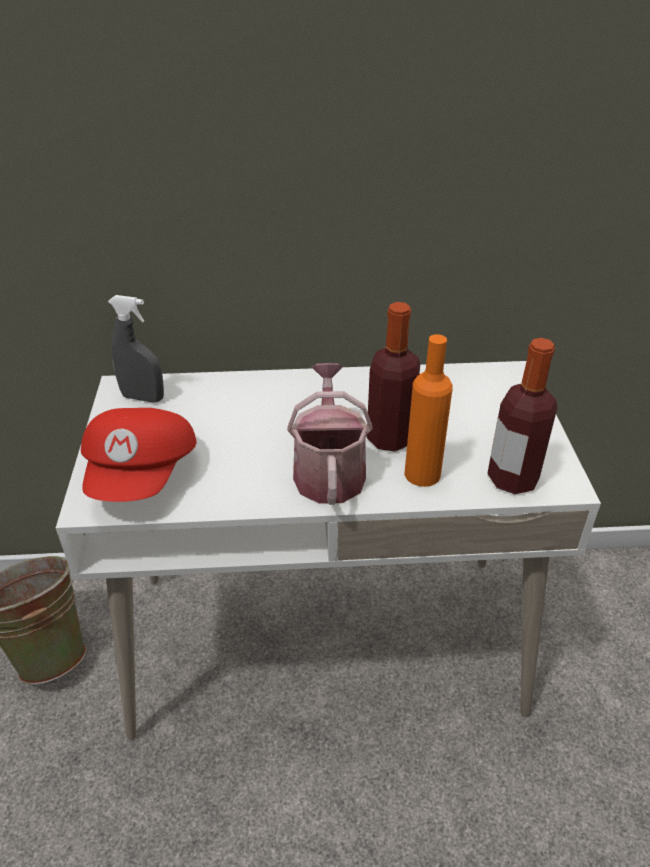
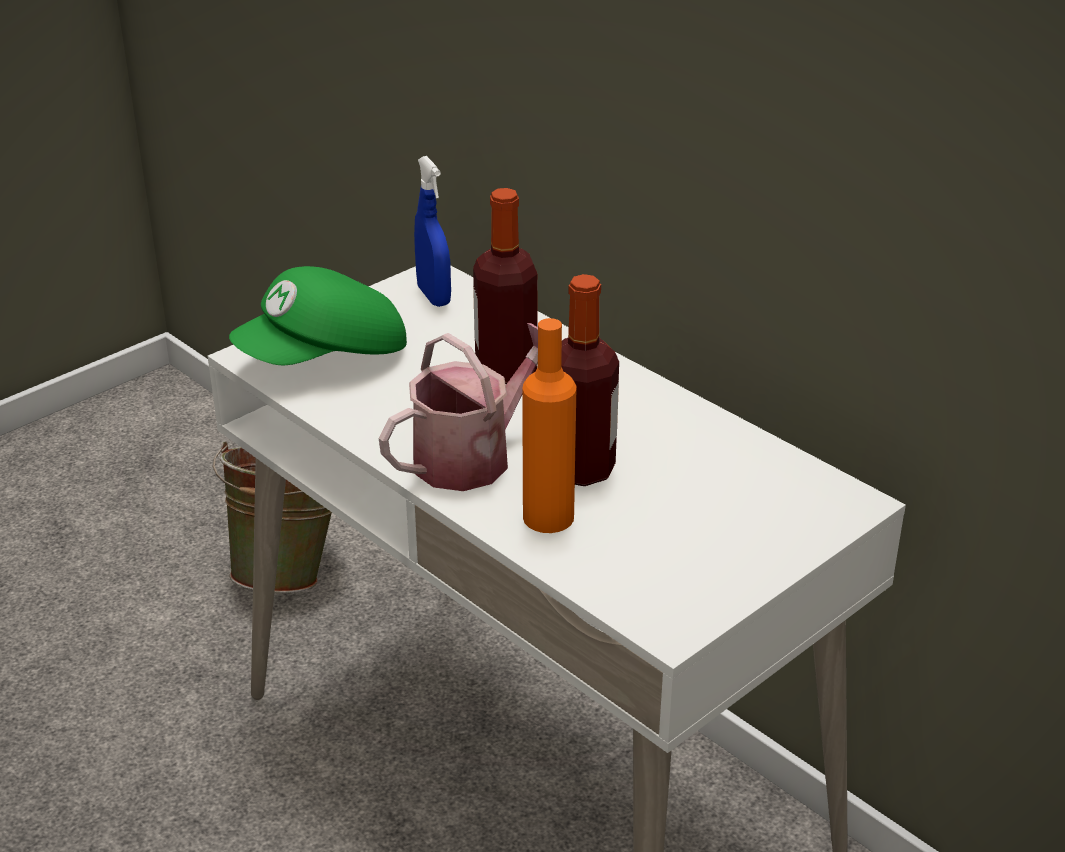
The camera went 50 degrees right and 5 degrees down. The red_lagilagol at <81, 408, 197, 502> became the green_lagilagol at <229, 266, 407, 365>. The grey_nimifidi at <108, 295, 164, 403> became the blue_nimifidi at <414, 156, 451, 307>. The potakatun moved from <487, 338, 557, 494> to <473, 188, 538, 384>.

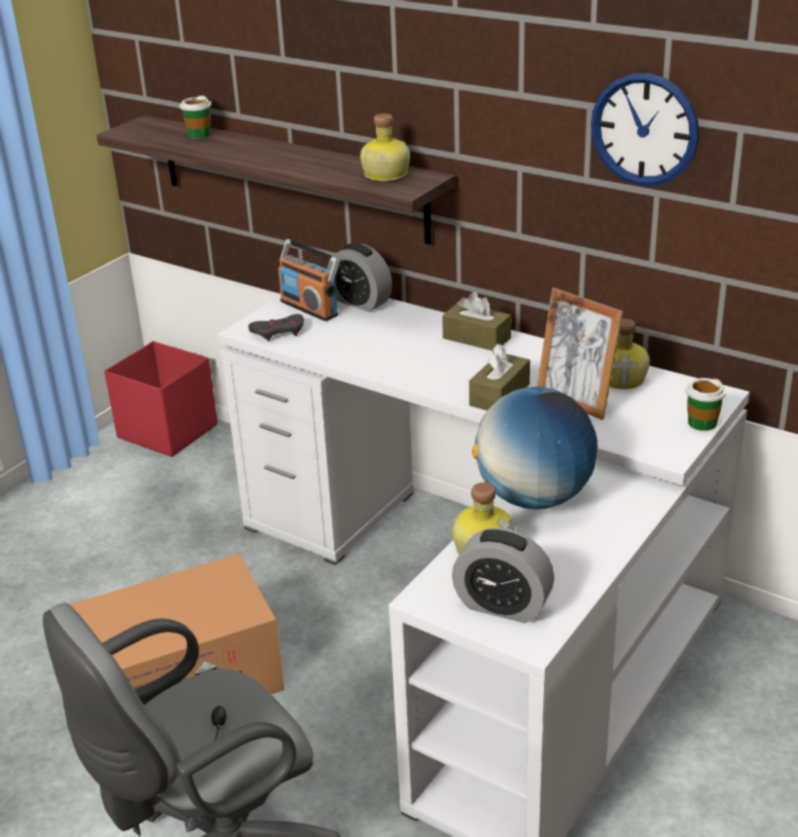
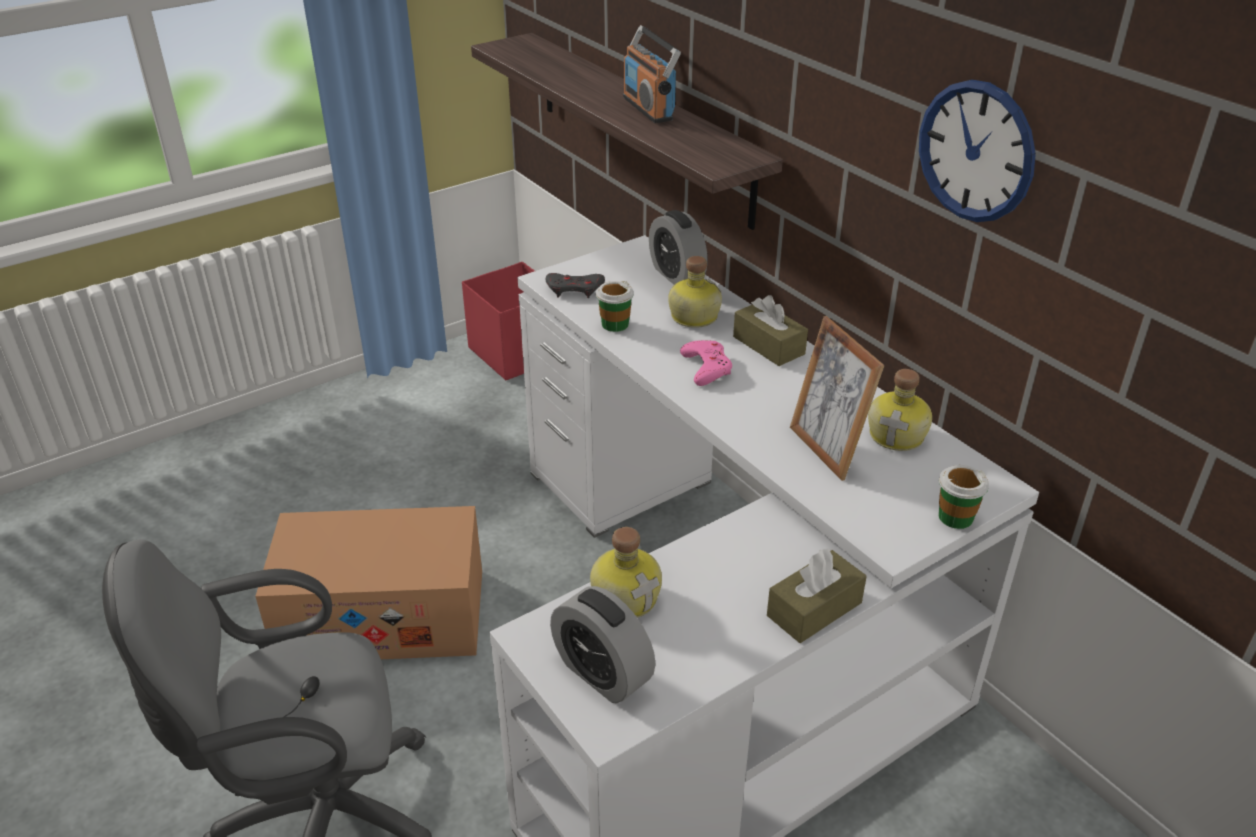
The camera went 20 degrees right and 5 degrees up. The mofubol moved from <179, 95, 211, 139> to <596, 281, 634, 332>. The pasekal moved from <278, 239, 340, 321> to <623, 25, 681, 123>. The potakatun moved from <360, 113, 410, 181> to <669, 256, 722, 328>. The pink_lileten at <680, 340, 732, 386> appeared. The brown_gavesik moved from <469, 344, 530, 411> to <767, 549, 867, 643>. The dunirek at <472, 387, 598, 509> disappeared.

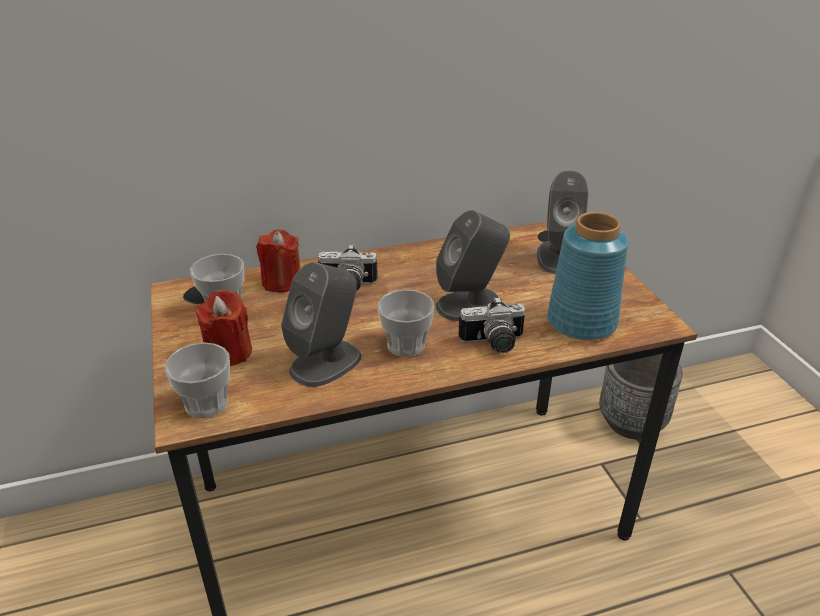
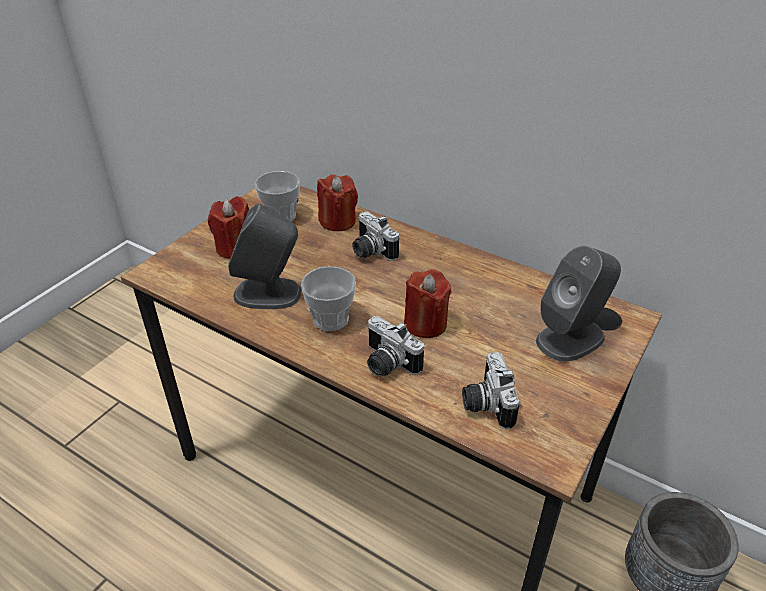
The camera went 50 degrees right and 5 degrees up. The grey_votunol at <436, 210, 510, 321> was replaced by the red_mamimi at <404, 269, 451, 338>. The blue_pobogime at <547, 212, 629, 340> was replaced by the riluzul at <462, 352, 519, 429>. The mofubol at <165, 342, 230, 418> disappeared.

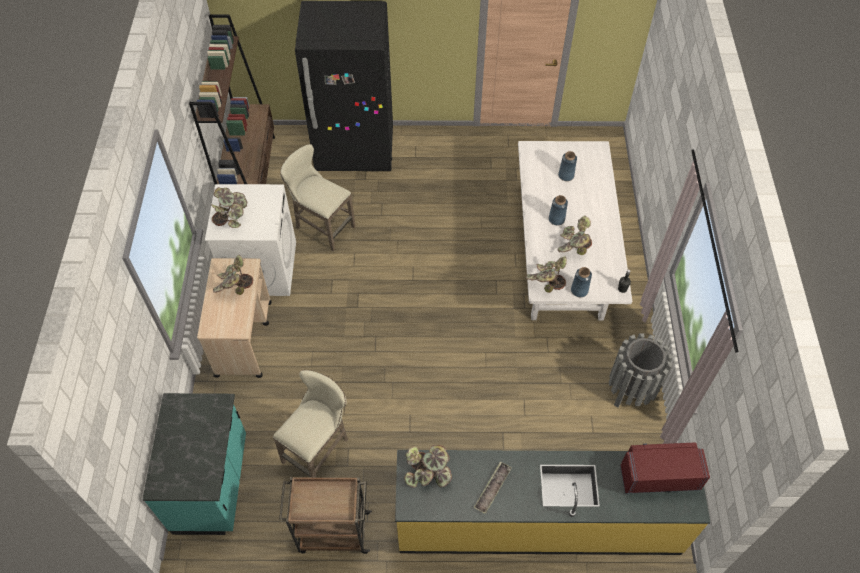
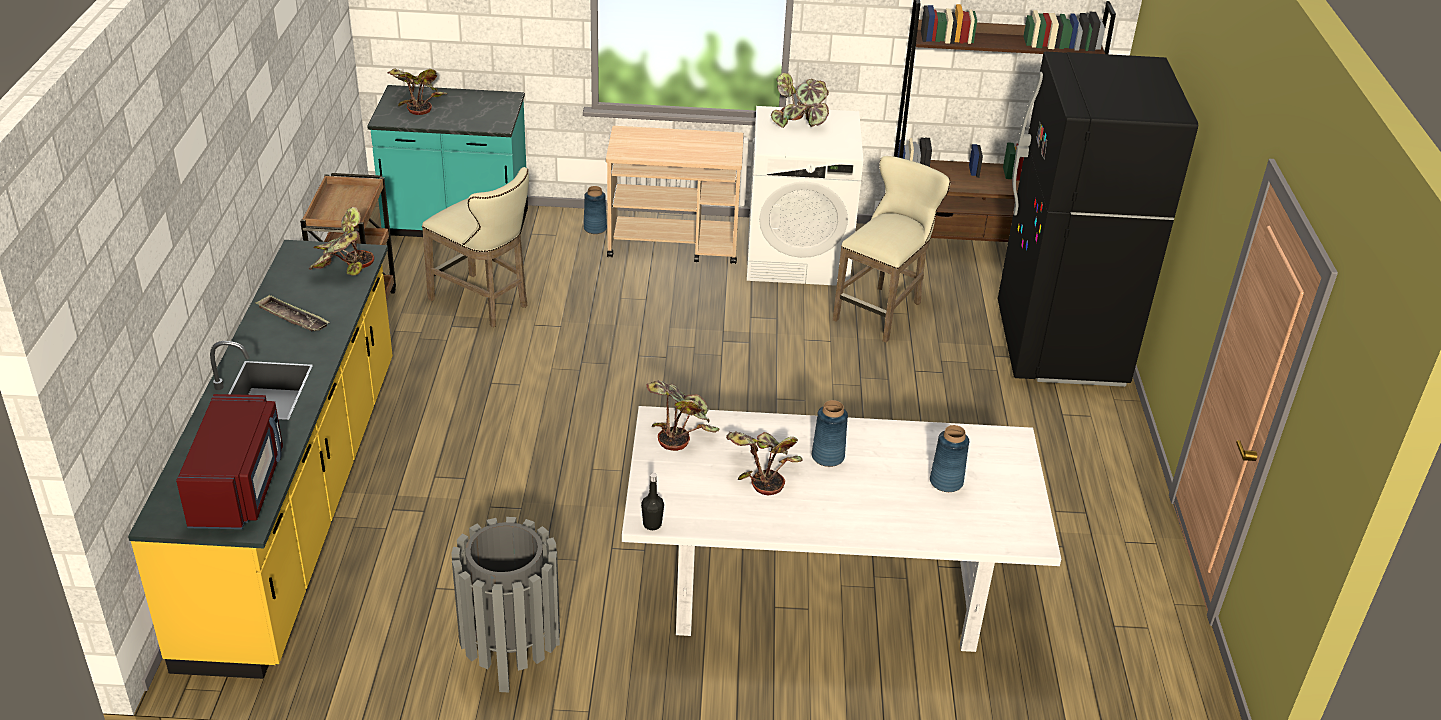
The camera went 90 degrees right and 20 degrees down. The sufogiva moved from <213, 255, 253, 295> to <387, 68, 448, 115>. The blue_pobogime moved from <571, 267, 592, 297> to <584, 186, 607, 234>.

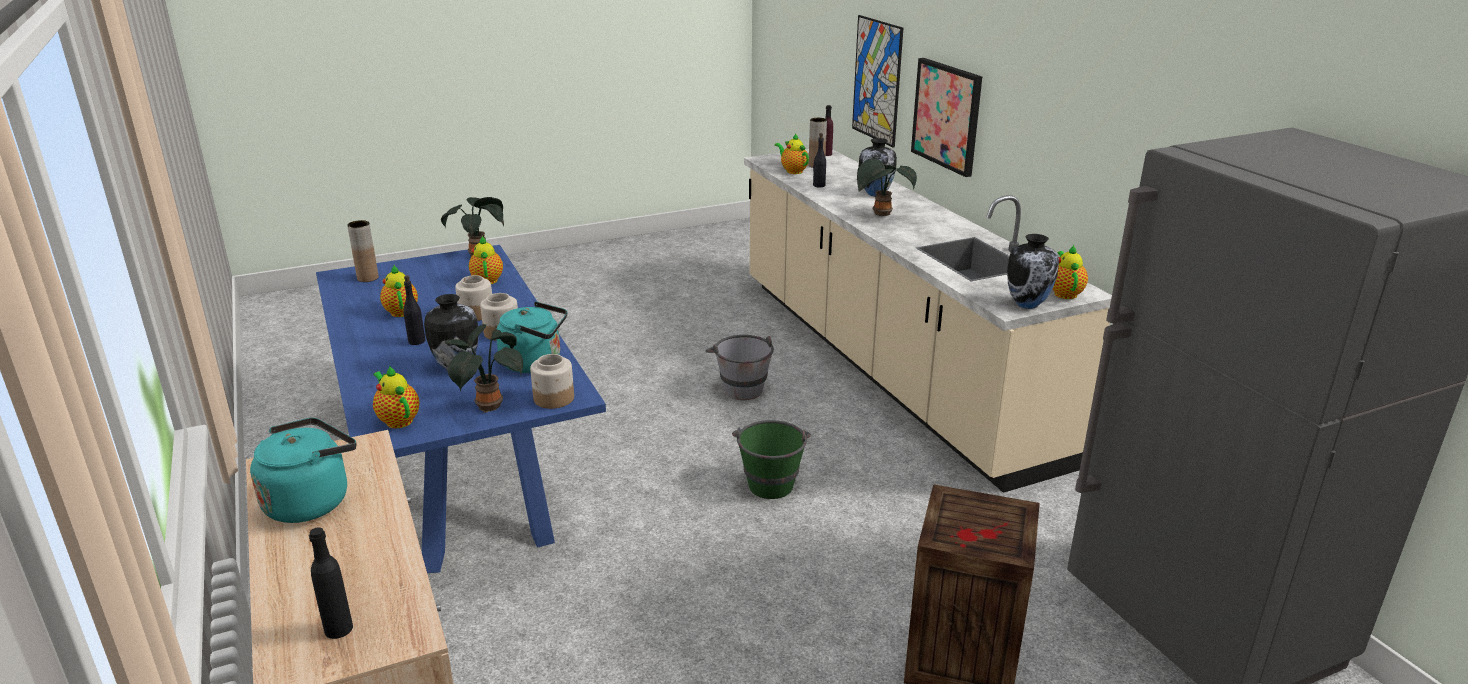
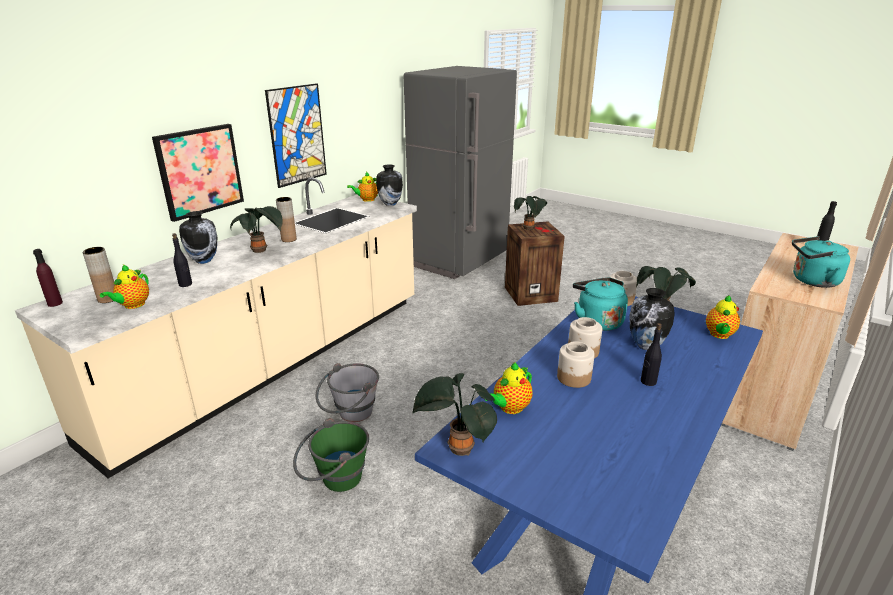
The camera went 120 degrees left and 0 degrees up. The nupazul moved from <852, 15, 903, 148> to <265, 83, 327, 188>. The brown_pobogime moved from <347, 220, 379, 282> to <276, 197, 297, 242>. The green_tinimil moved from <732, 420, 811, 499> to <293, 418, 369, 492>. The sufogiva at <514, 196, 547, 230> appeared. The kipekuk at <380, 265, 418, 317> disappeared.

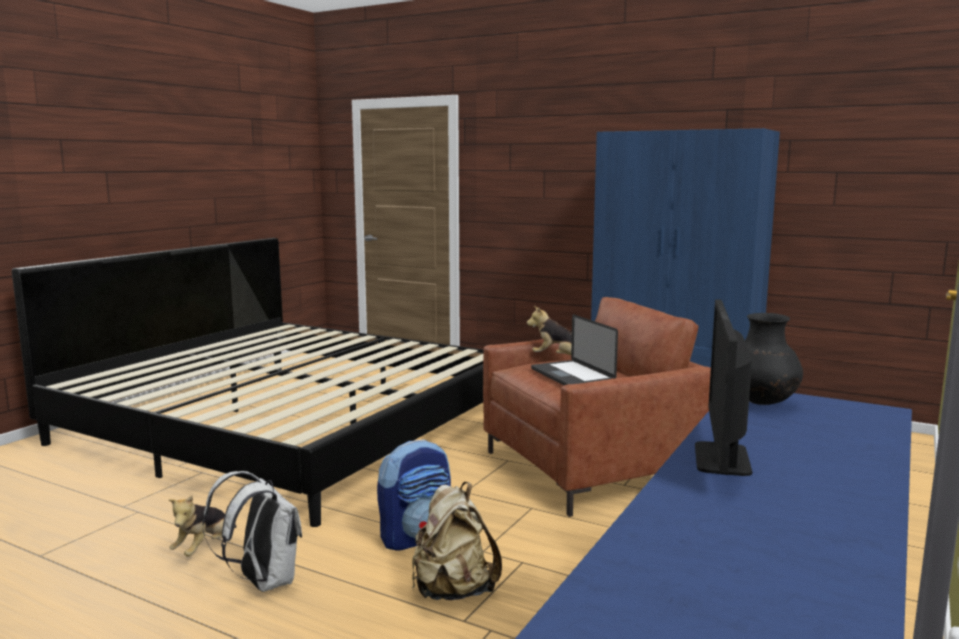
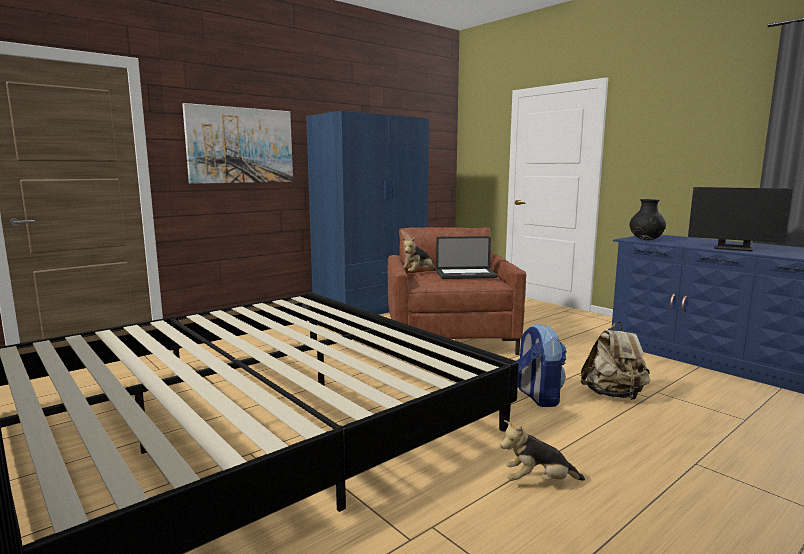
The camera went 70 degrees left and 0 degrees up. The nupazul at <182, 103, 293, 184> appeared. The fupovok at <169, 495, 236, 556> turned 135 degrees clockwise. The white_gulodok at <202, 471, 302, 592> disappeared.

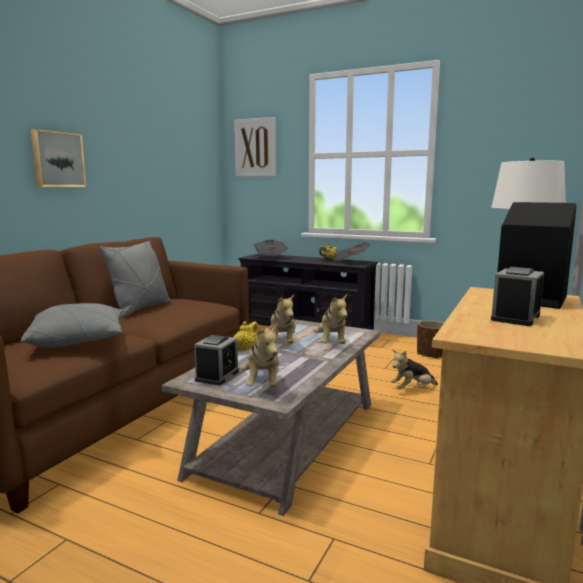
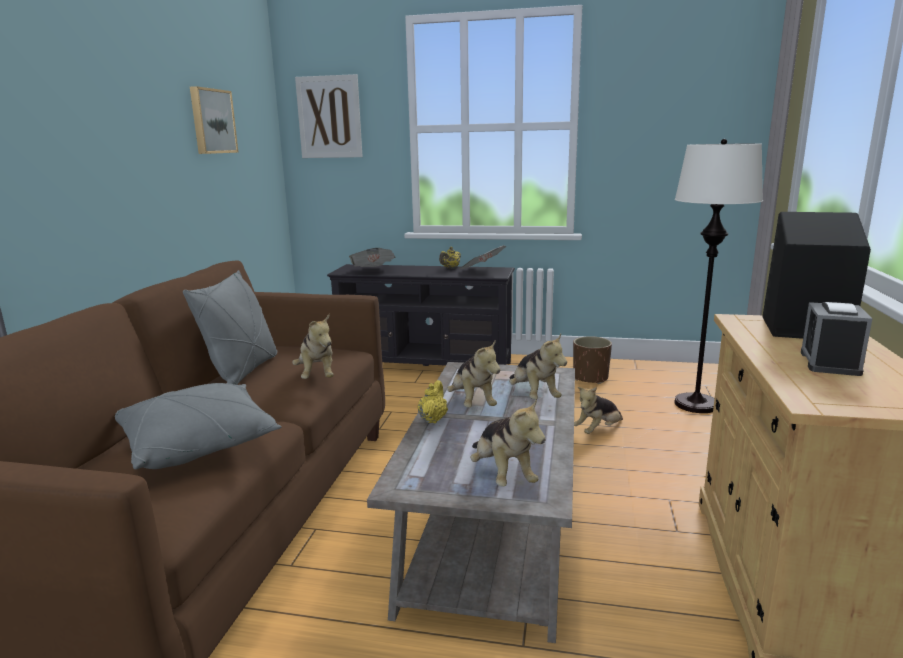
The camera went 15 degrees left and 5 degrees up. The nupazul moved from <31, 129, 86, 187> to <190, 86, 239, 154>. The fupovok at <292, 314, 334, 379> appeared. The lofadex at <194, 335, 239, 385> disappeared.

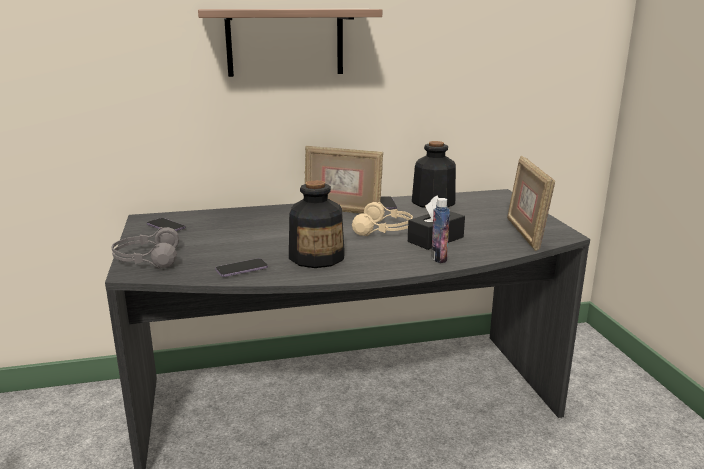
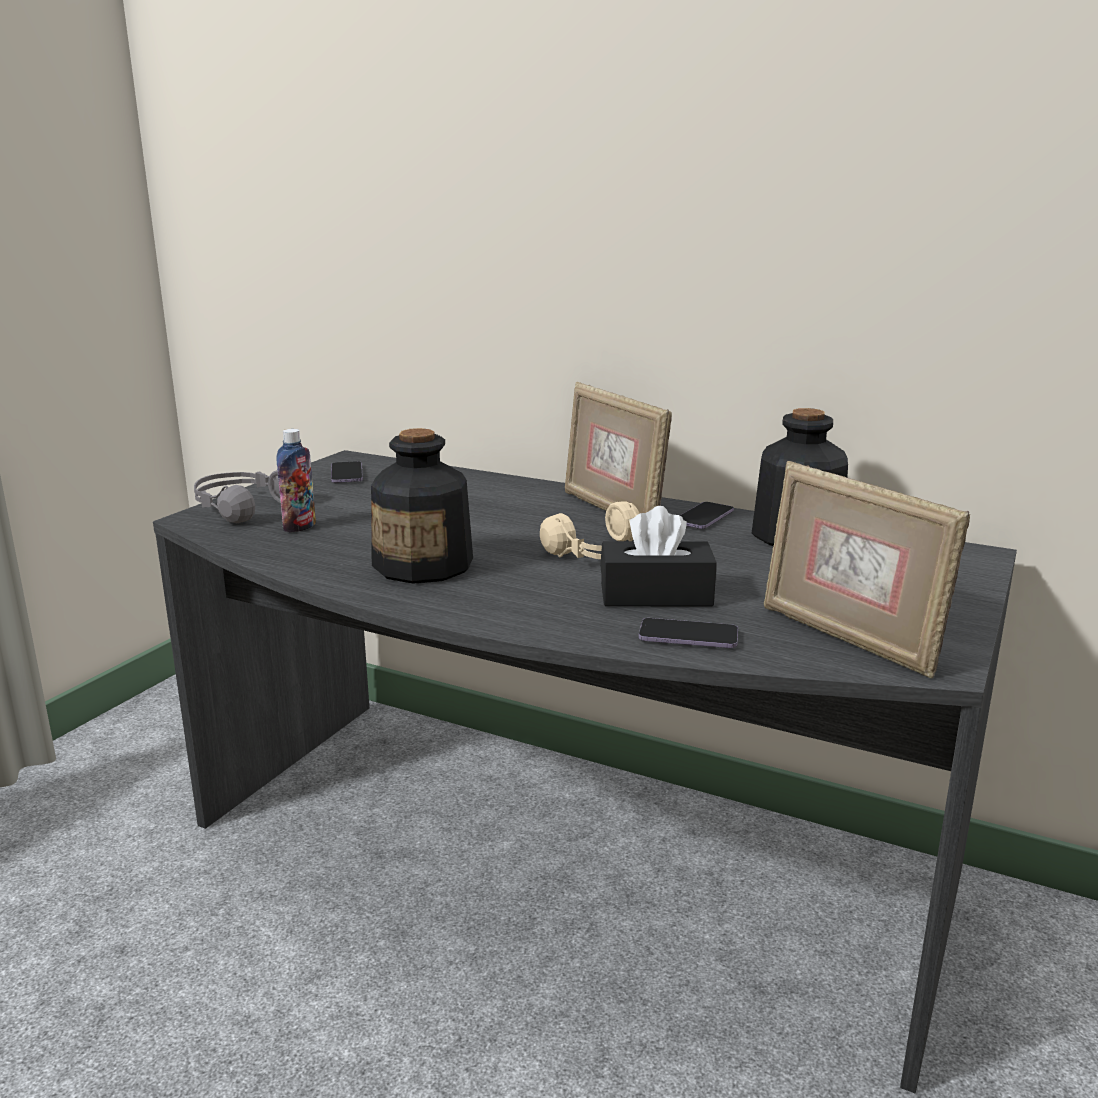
The camera went 40 degrees right and 0 degrees up. The potakatun moved from <431, 198, 450, 263> to <277, 429, 316, 532>. The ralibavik moved from <215, 258, 268, 277> to <639, 618, 738, 648>. The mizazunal at <507, 156, 555, 251> turned 75 degrees counterclockwise. The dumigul at <198, 9, 382, 77> disappeared.

